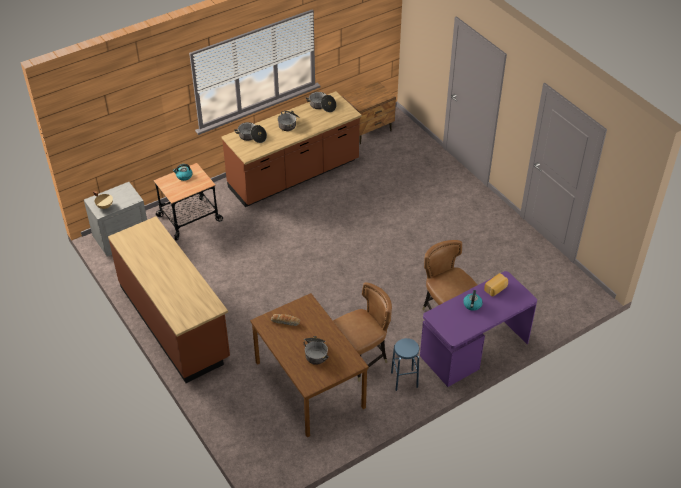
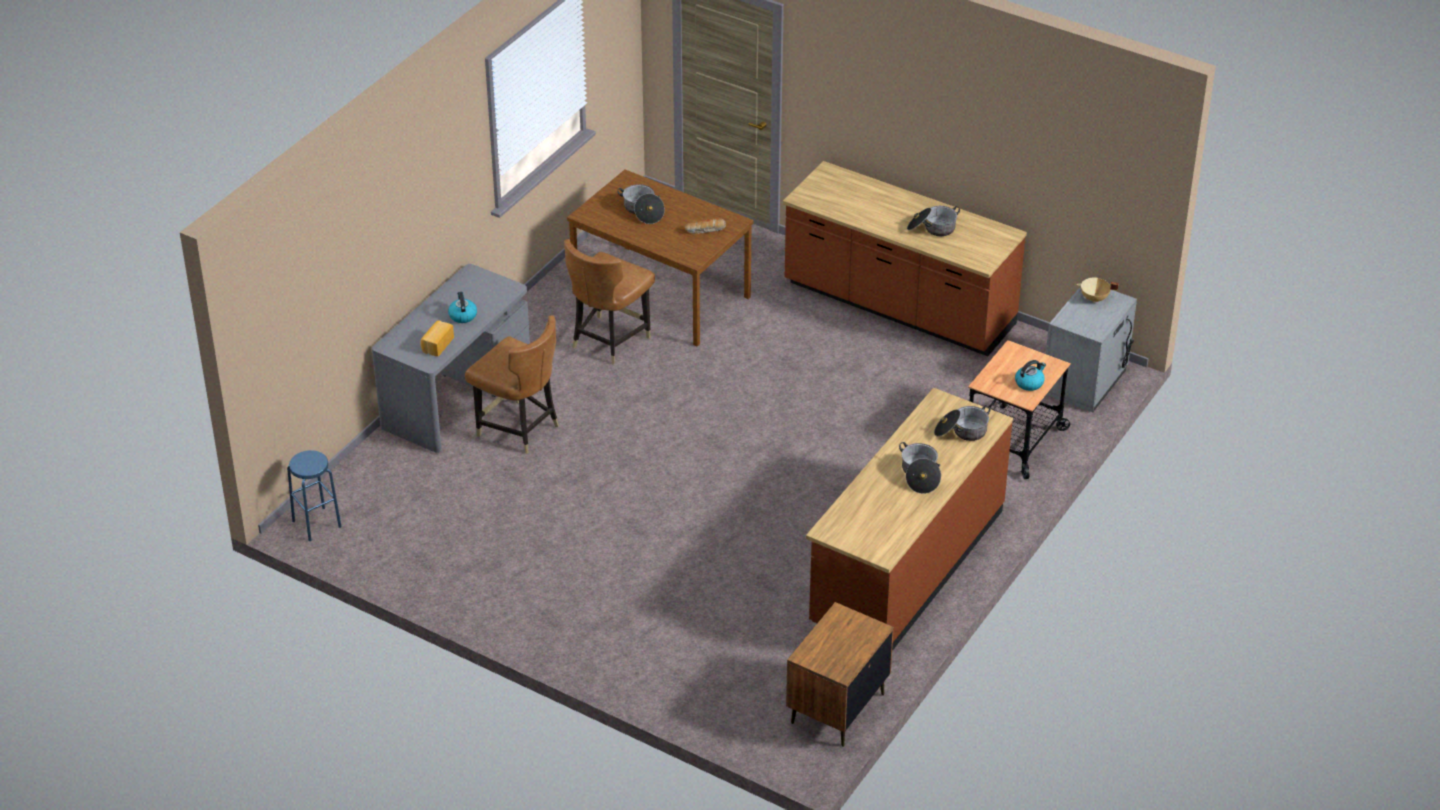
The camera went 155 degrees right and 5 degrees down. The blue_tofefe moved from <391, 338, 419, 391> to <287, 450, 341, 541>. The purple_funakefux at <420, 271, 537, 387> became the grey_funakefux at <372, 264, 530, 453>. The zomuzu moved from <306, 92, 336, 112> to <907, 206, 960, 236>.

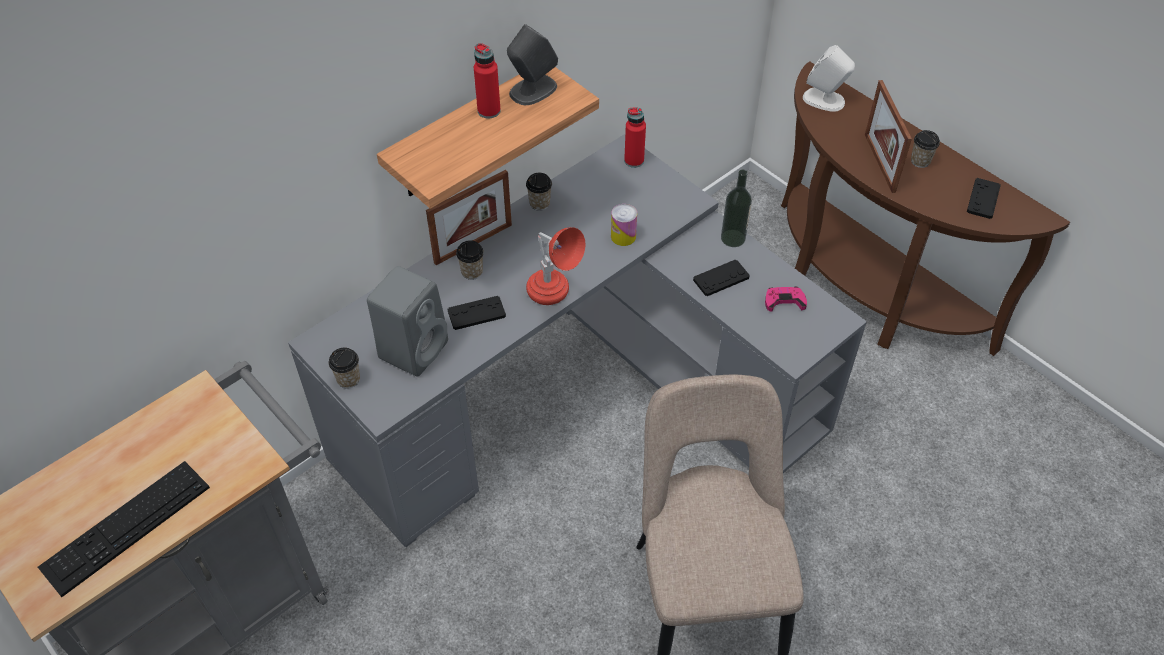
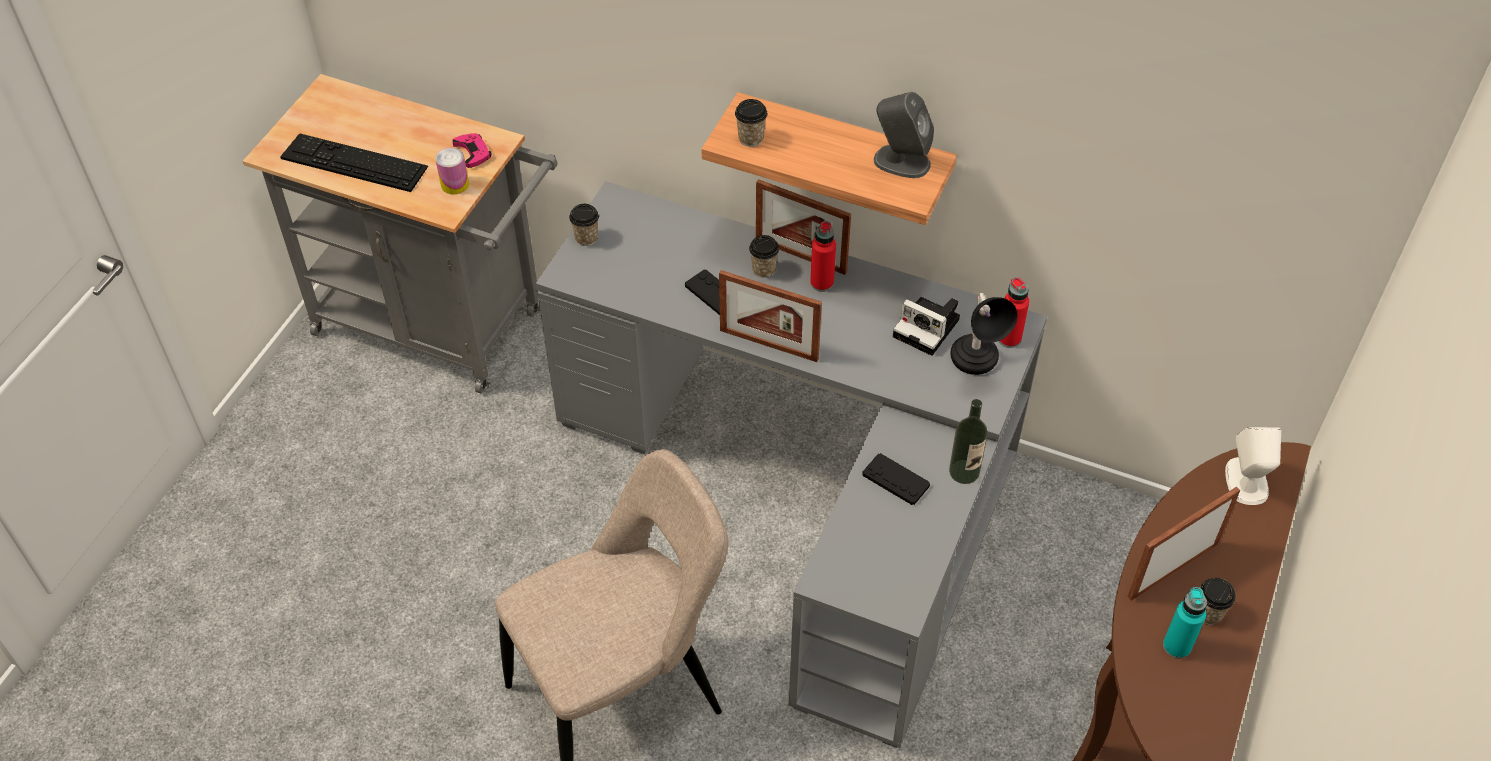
The camera went 65 degrees right and 0 degrees up. The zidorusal moved from <611, 204, 637, 246> to <435, 148, 469, 195>. The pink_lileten moved from <765, 286, 807, 311> to <452, 133, 492, 168>. The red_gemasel at <526, 227, 585, 305> was replaced by the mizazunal at <719, 270, 822, 362>. The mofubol moved from <526, 173, 552, 211> to <735, 99, 767, 147>. The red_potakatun moved from <474, 43, 501, 119> to <810, 221, 836, 292>. The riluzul at <893, 297, 960, 356> appeared. The black_gemasel at <950, 293, 1017, 375> appeared. The turquoise_potakatun at <1163, 587, 1207, 659> appeared. The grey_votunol at <367, 266, 448, 377> disappeared. The black_lileten at <967, 178, 1001, 219> disappeared.

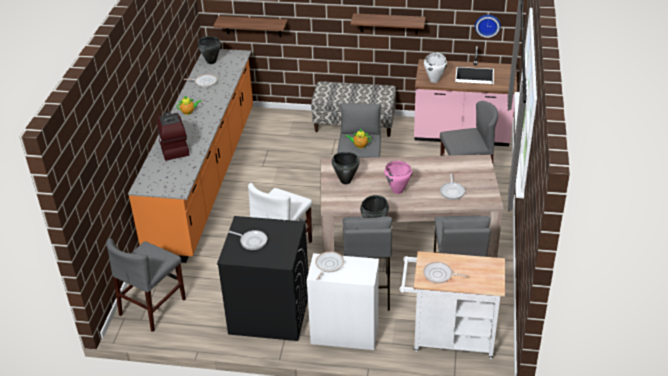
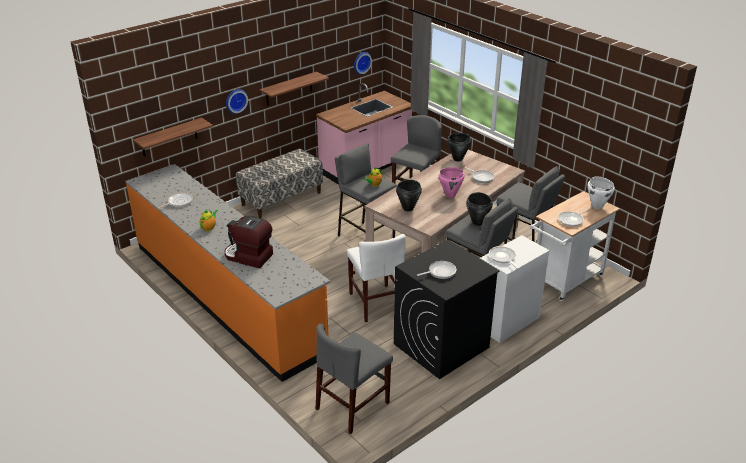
The camera went 50 degrees left and 5 degrees down. The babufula at <226, 89, 248, 114> appeared. The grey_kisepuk at <106, 238, 186, 332> turned 60 degrees clockwise. The black_zomuzu moved from <198, 36, 221, 64> to <447, 133, 471, 161>. The white_zomuzu moved from <424, 53, 447, 83> to <587, 176, 615, 209>.

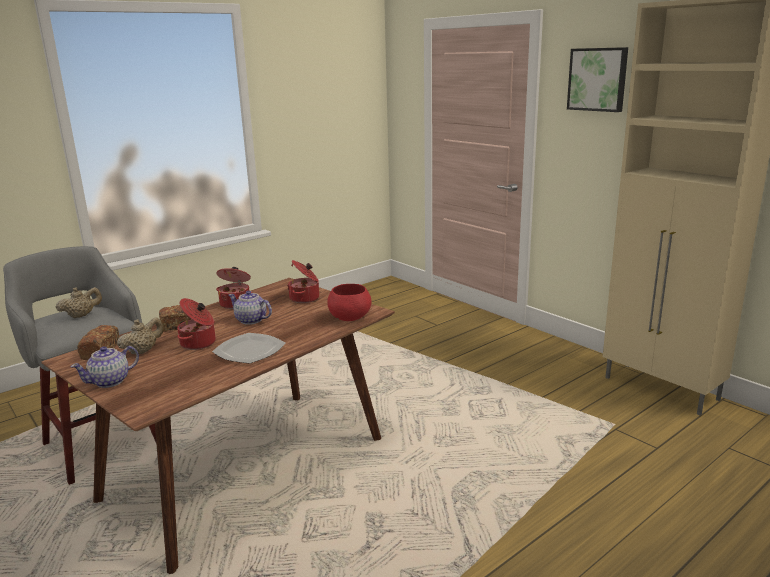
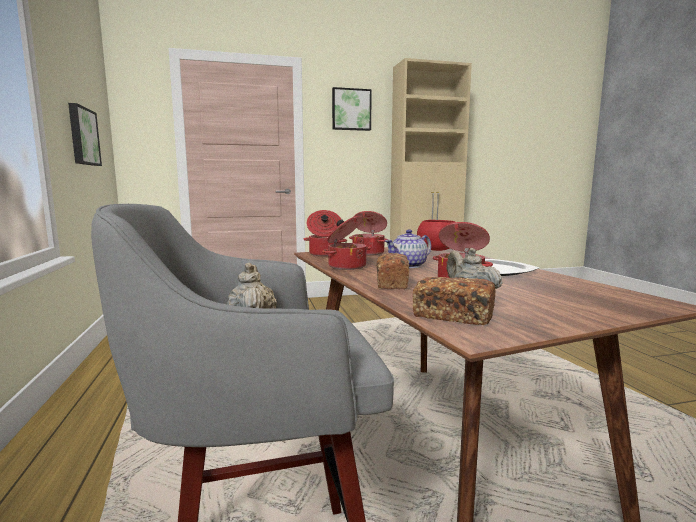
The camera went 65 degrees left and 10 degrees down. The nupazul at <68, 103, 102, 166> appeared. The zomuzu at <304, 210, 347, 256> appeared. The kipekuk at <71, 346, 139, 388> disappeared.

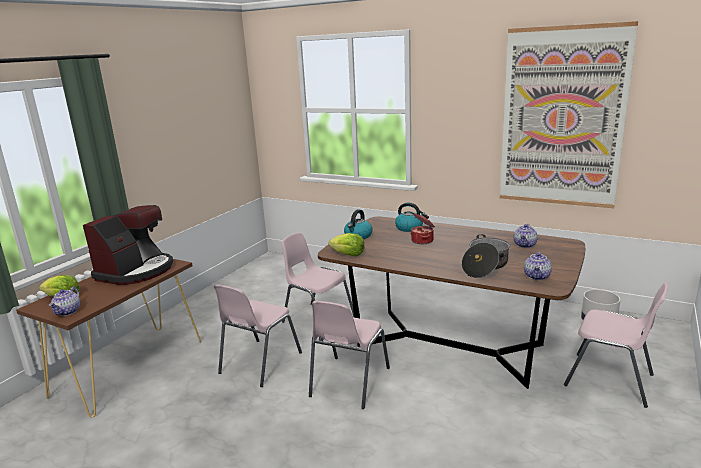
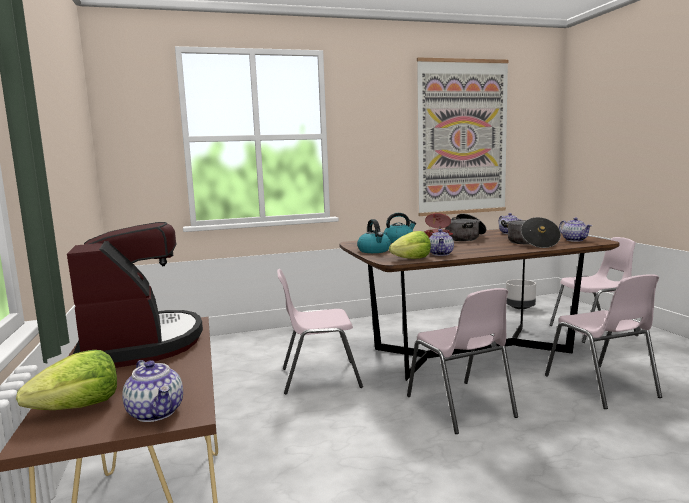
The camera went 45 degrees left and 10 degrees down. The kipekuk at <429, 229, 454, 256> appeared. The zomuzu at <445, 214, 487, 241> appeared. The pink_kisepuk moved from <214, 285, 302, 387> to <545, 274, 662, 409>.

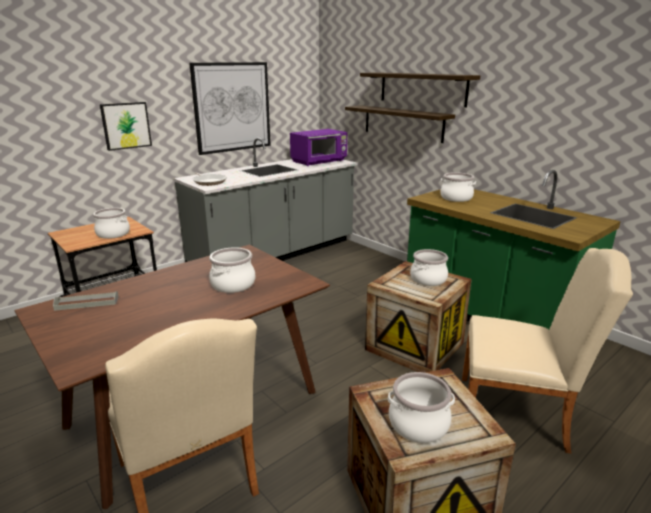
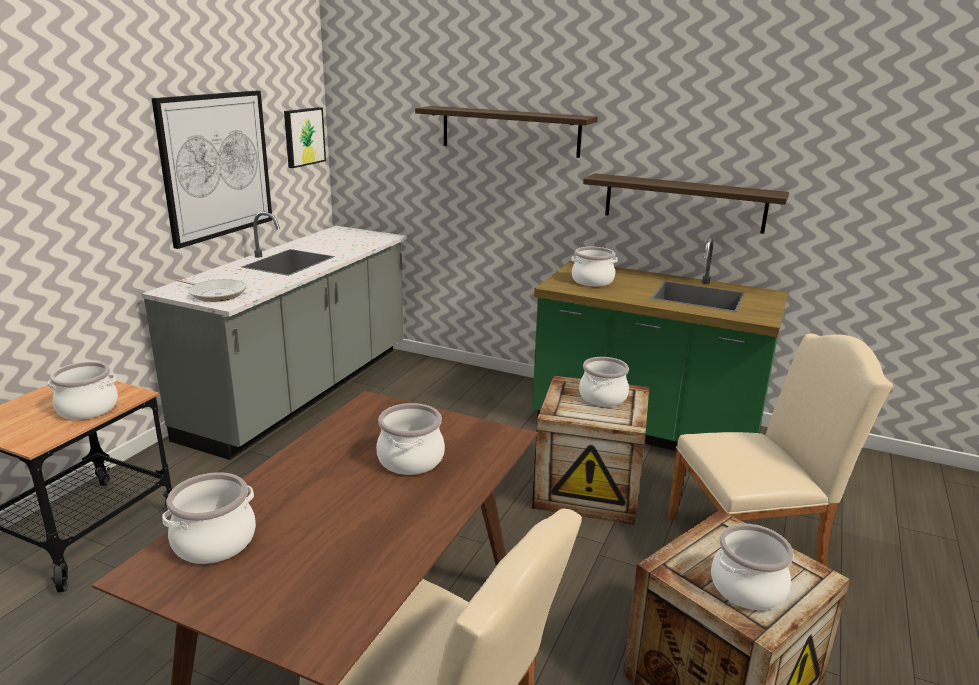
The camera went 25 degrees left and 0 degrees up. The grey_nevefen at <53, 291, 119, 311> was replaced by the zomuzu at <162, 472, 256, 564>. The nupazul moved from <100, 102, 152, 151> to <284, 107, 326, 168>. The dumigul moved from <345, 105, 455, 143> to <583, 173, 789, 234>. The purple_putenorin at <290, 129, 347, 166> disappeared.

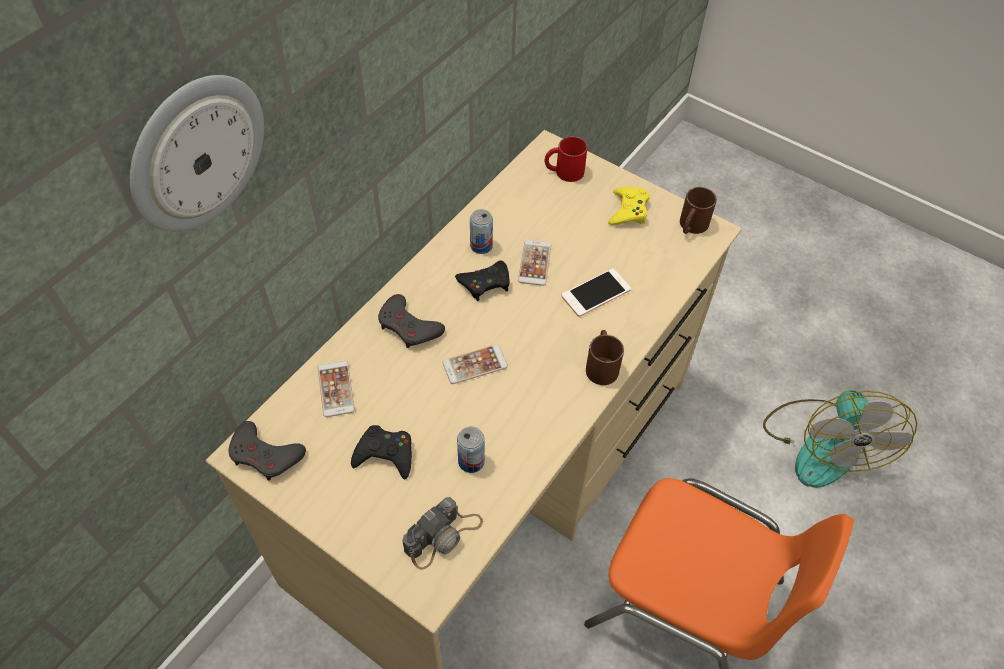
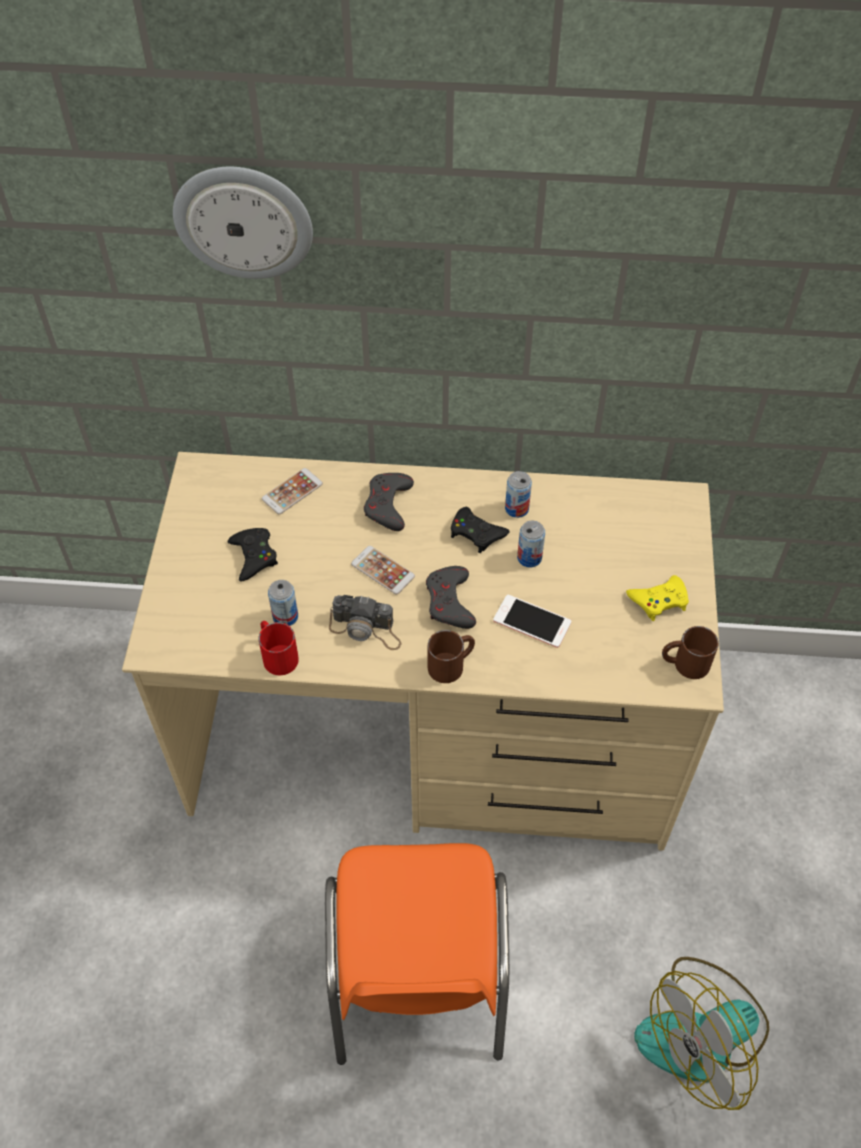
The camera went 60 degrees right and 0 degrees up. The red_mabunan moved from <545, 136, 588, 182> to <258, 621, 299, 675>. The riluzul moved from <402, 497, 483, 570> to <329, 595, 401, 650>. The grey_lileten moved from <228, 421, 306, 481> to <426, 566, 476, 629>. The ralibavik at <518, 240, 551, 286> was replaced by the zidorusal at <517, 521, 545, 567>.

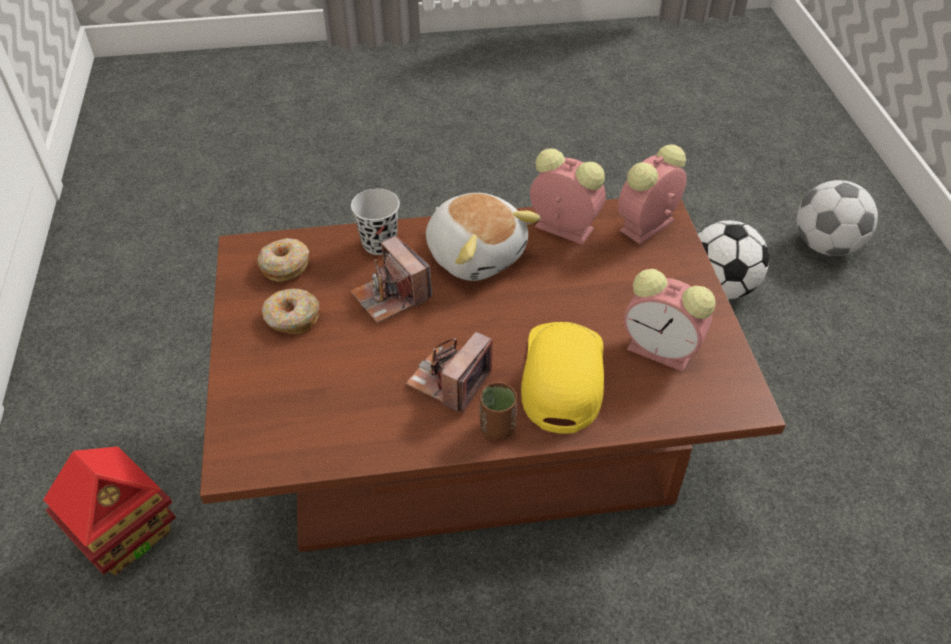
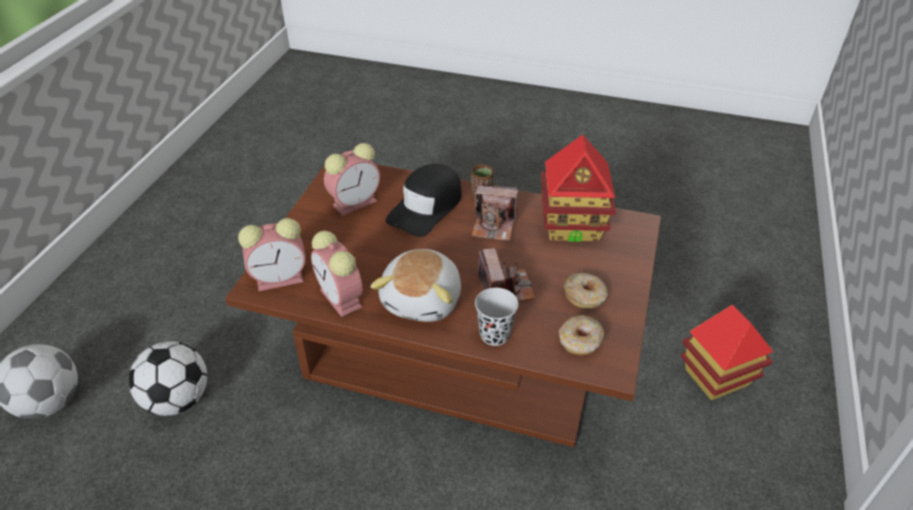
The camera went 155 degrees left and 5 degrees down. The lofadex at <624, 269, 716, 372> turned 90 degrees clockwise. The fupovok at <426, 193, 540, 281> turned 150 degrees counterclockwise. The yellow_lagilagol at <521, 322, 604, 434> became the black_lagilagol at <385, 164, 462, 237>. The riluzul at <406, 332, 493, 414> turned 45 degrees clockwise. The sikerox at <541, 135, 616, 242> appeared.

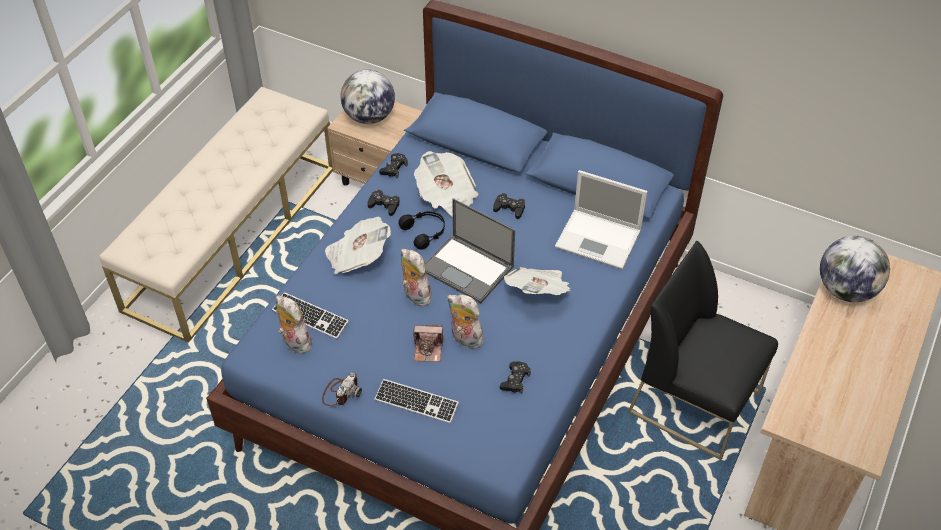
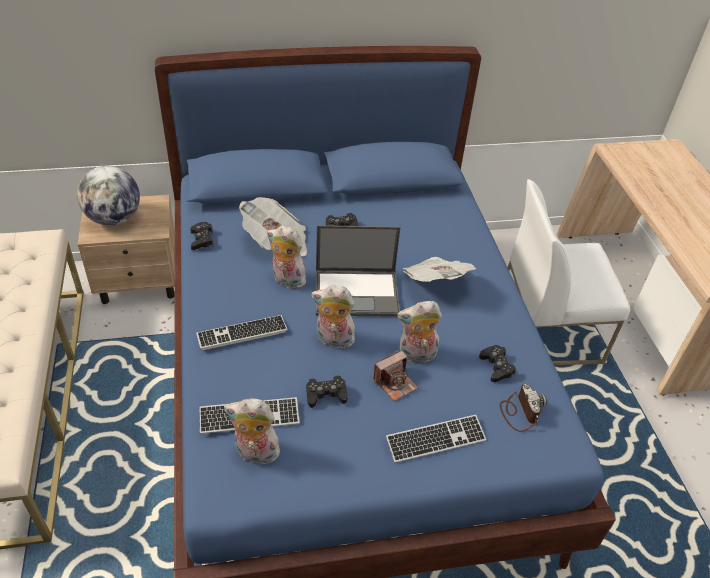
The camera went 40 degrees left and 5 degrees down. The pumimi at <325, 217, 391, 275> was replaced by the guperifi at <196, 315, 288, 350>. The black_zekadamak at <398, 211, 445, 250> was replaced by the fupovok at <267, 225, 308, 289>. The black_lileten moved from <367, 190, 399, 216> to <306, 375, 348, 408>. The riluzul moved from <322, 372, 362, 406> to <500, 384, 547, 432>. The black_kisepuk at <628, 241, 778, 460> became the white_kisepuk at <507, 179, 630, 365>. The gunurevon at <555, 170, 648, 269> disappeared. The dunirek at <820, 236, 890, 302> disappeared.

